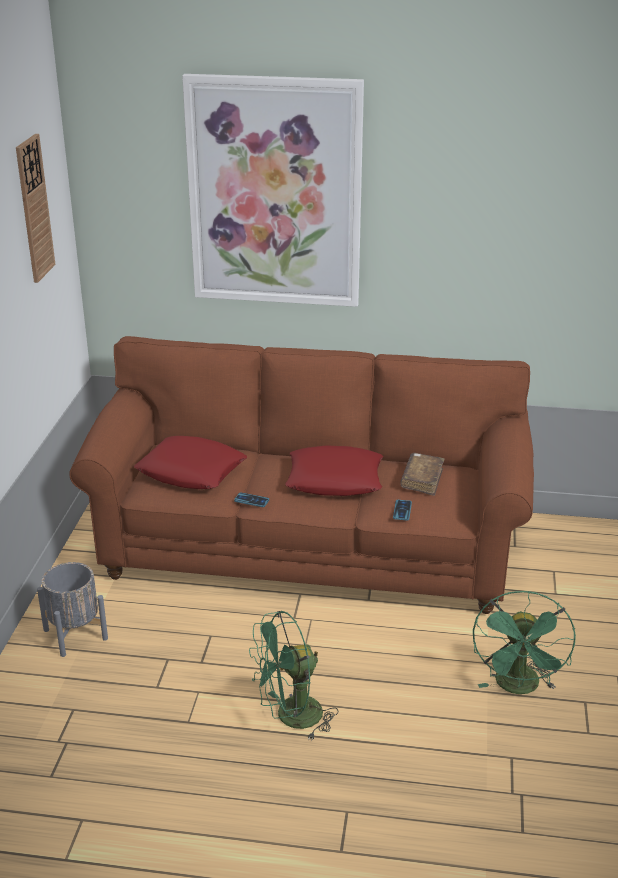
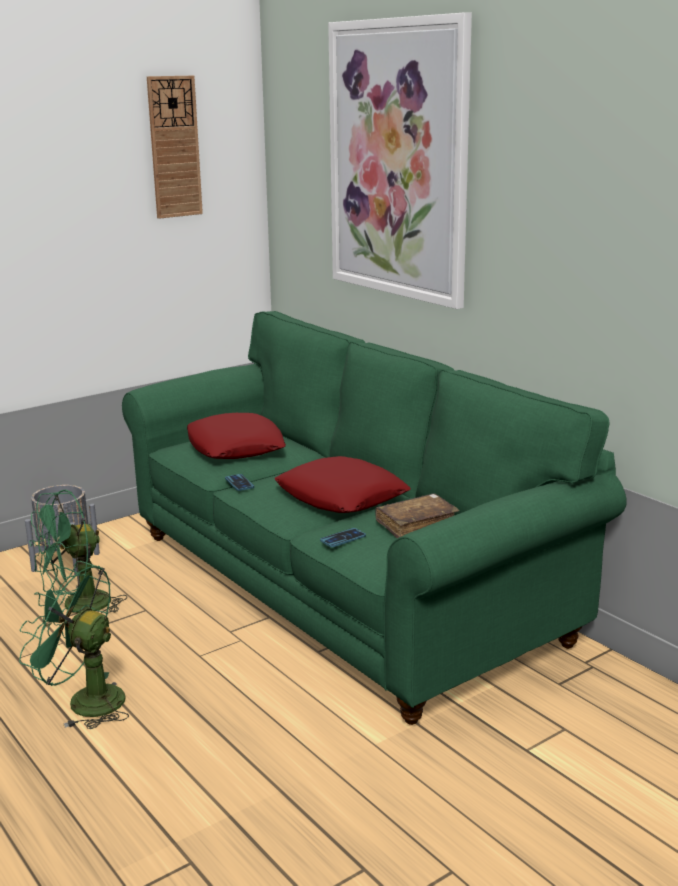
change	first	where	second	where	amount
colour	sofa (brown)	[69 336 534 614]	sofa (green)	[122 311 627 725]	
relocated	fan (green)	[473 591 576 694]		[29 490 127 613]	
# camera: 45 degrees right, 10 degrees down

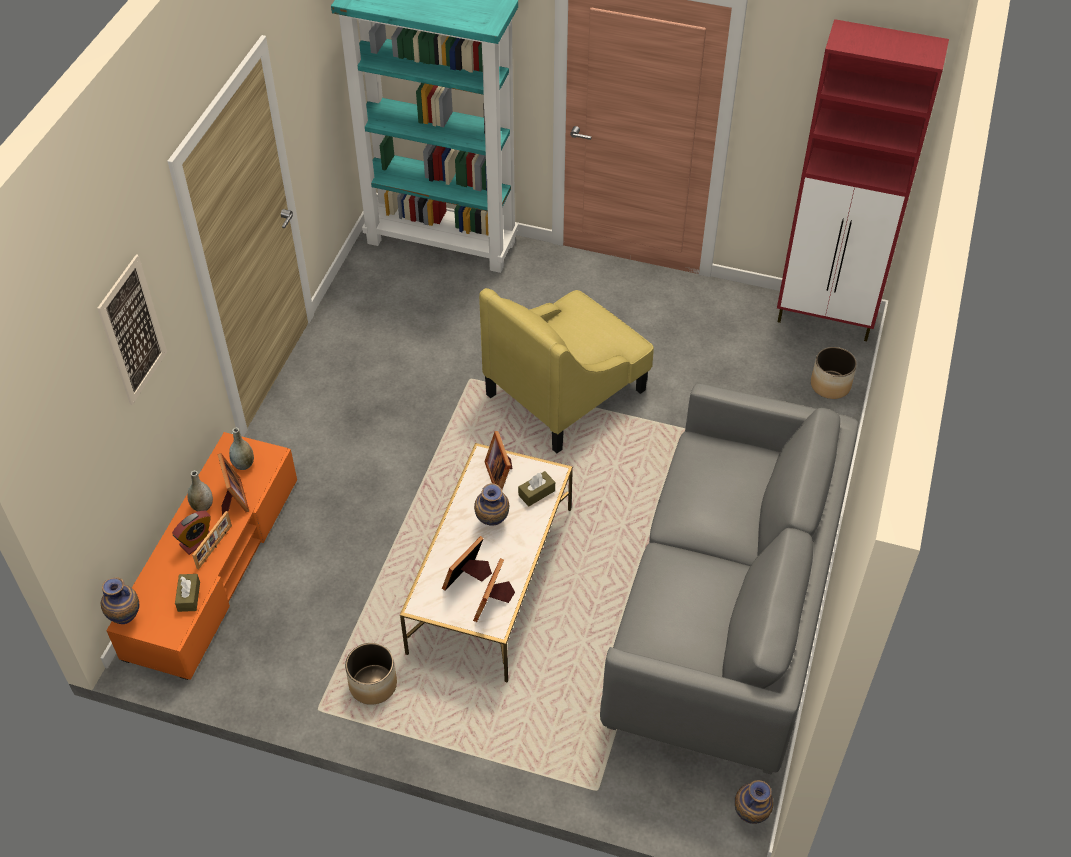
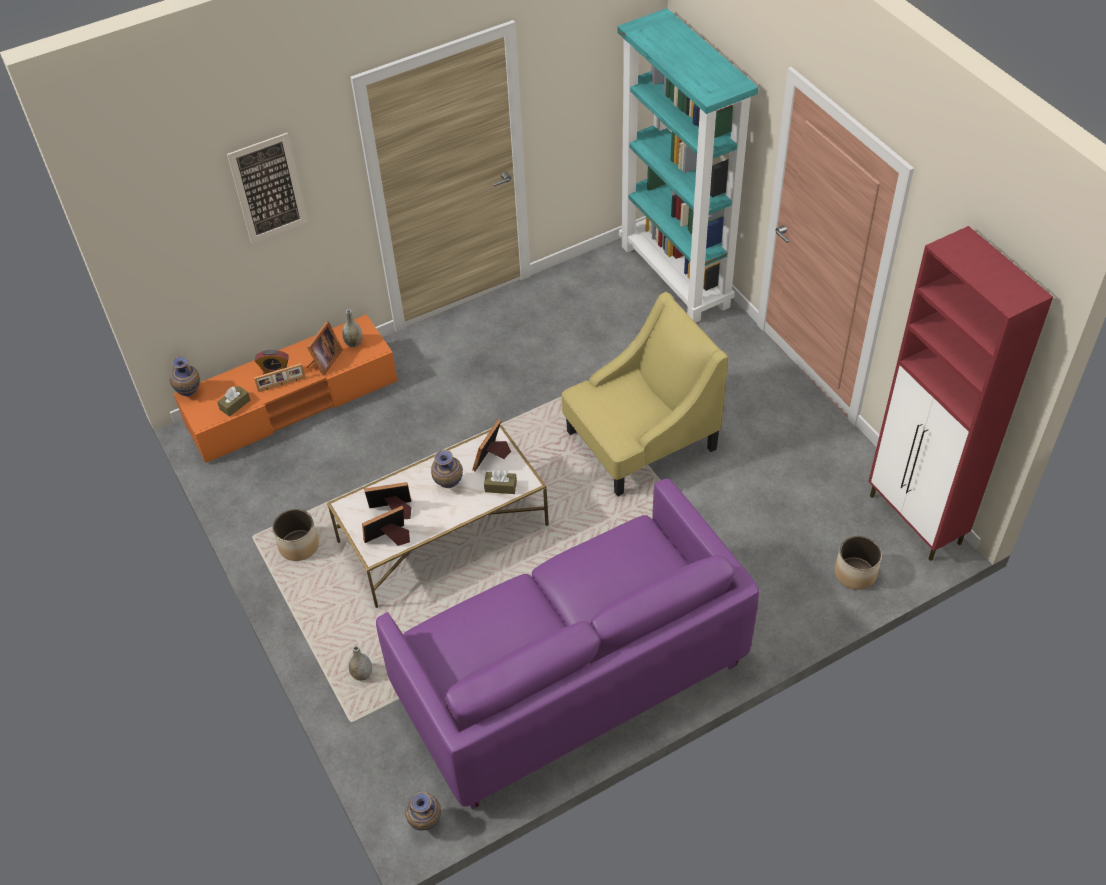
change	first	where	second	where	amount
spun	armchair (yellow)	[479 288 654 453]		[562 292 728 496]	150 degrees clockwise
colour	sofa (grey)	[600 383 858 774]	sofa (purple)	[376 478 759 810]	
relocated	vase (grey)	[188 470 213 512]		[349 645 372 681]	
# camera: 45 degrees right, 0 degrees up

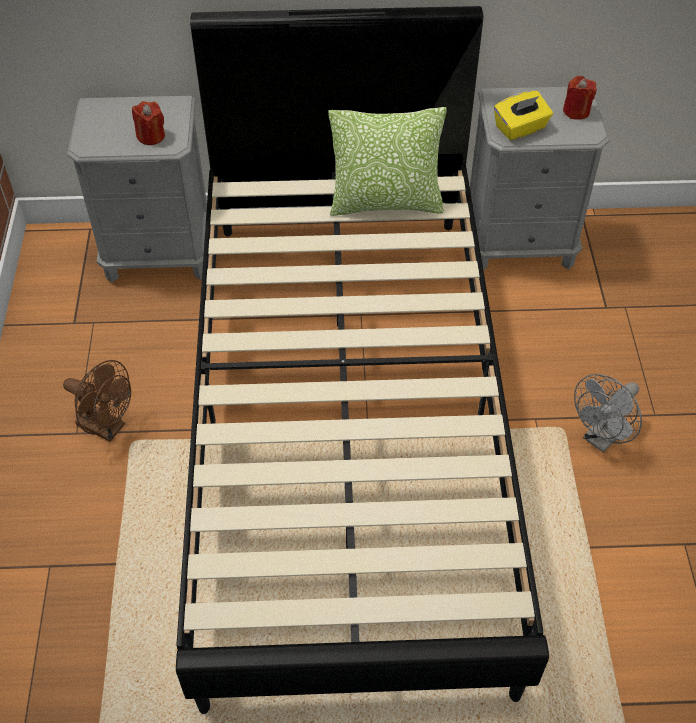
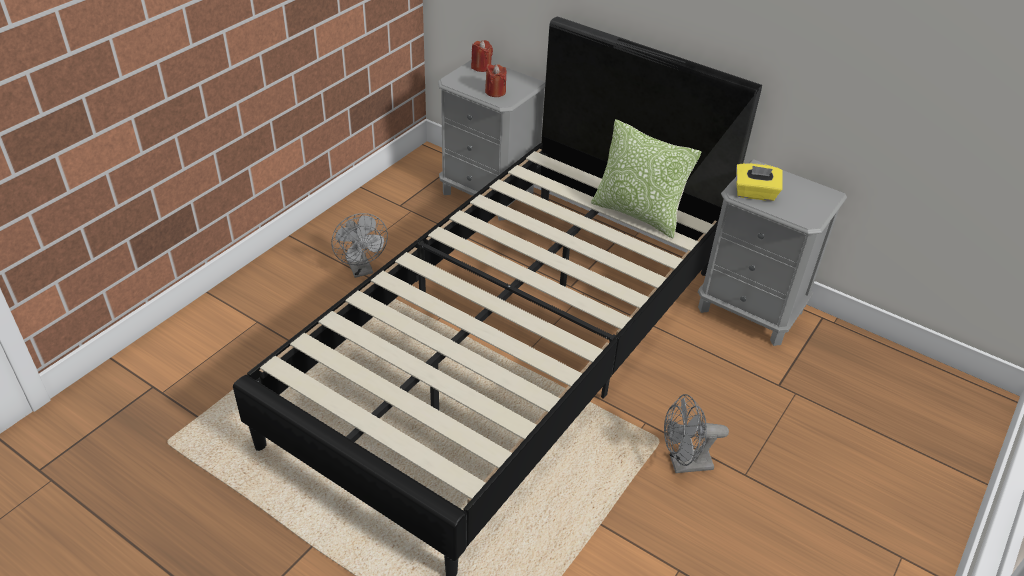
change	first	where	second	where	amount
relocated	candle (red)	[563 76 597 120]		[471 40 493 72]	
colour	fan (brown)	[63 360 131 442]	fan (grey)	[331 213 388 278]	
# camera: 35 degrees right, 10 degrees down

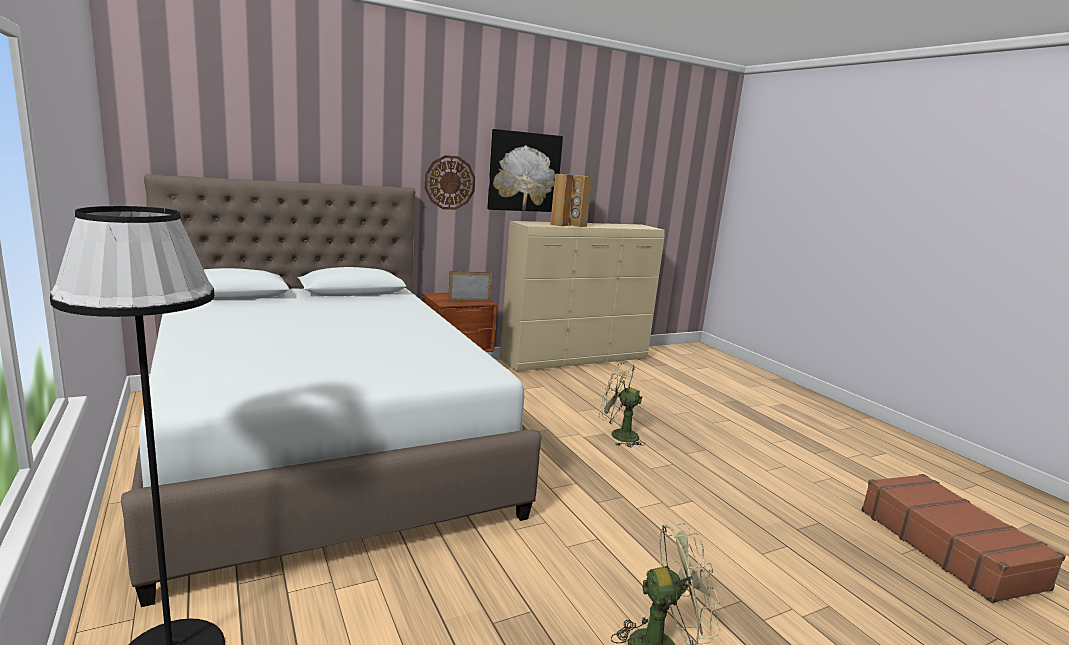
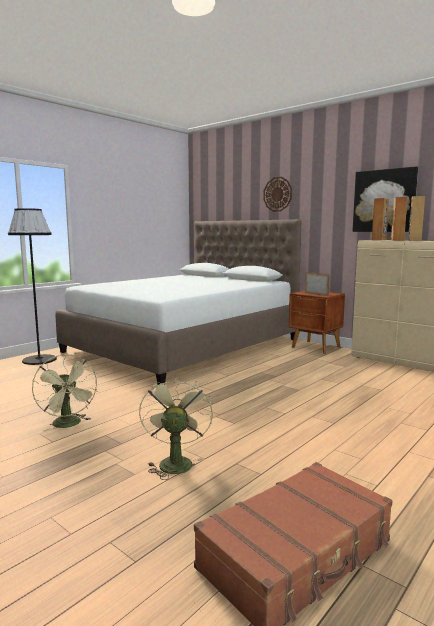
change	first	where	second	where	amount
relocated	wall clock	[425 155 475 210]		[263 177 292 212]	
relocated	fan (green)	[599 363 646 447]		[139 376 213 480]	
appeared			speaker (brown)	[372 198 389 241]	
# camera: 70 degrees right, 5 degrees down

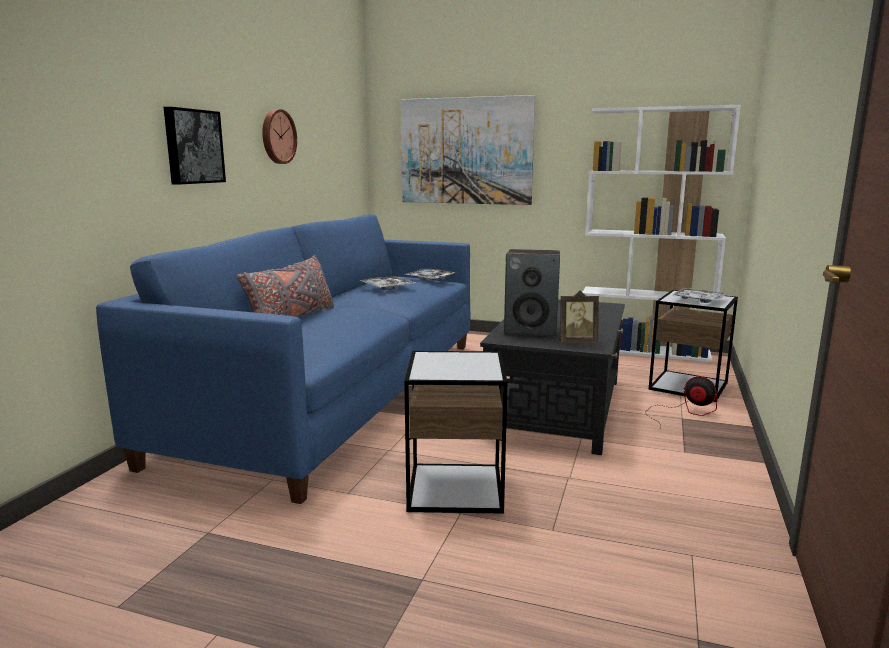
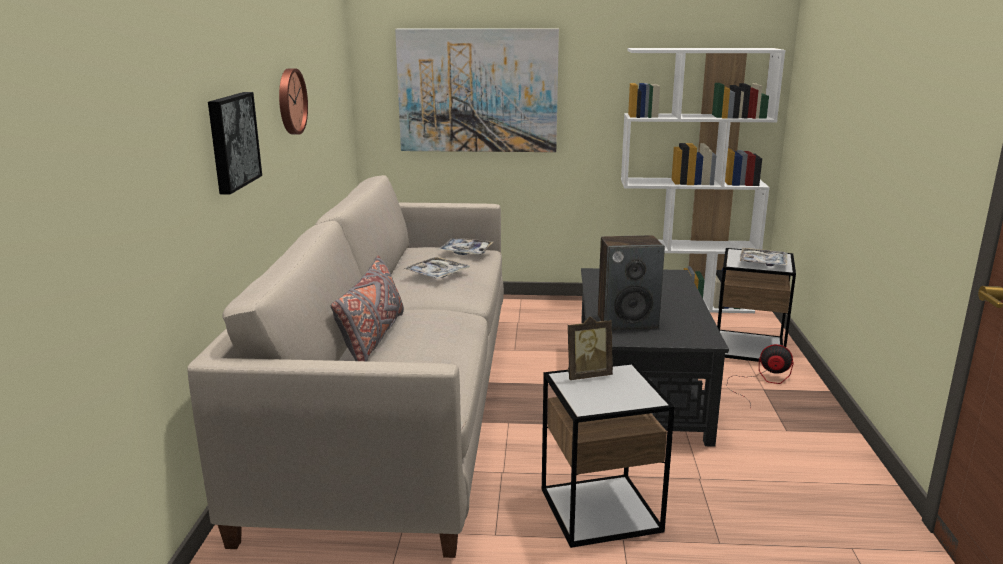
change	first	where	second	where	amount
colour	sofa (blue)	[96 214 470 504]	sofa (beige)	[187 175 504 558]	
relocated	picture frame	[560 291 599 343]		[567 316 613 380]	
# camera: 15 degrees left, 5 degrees up

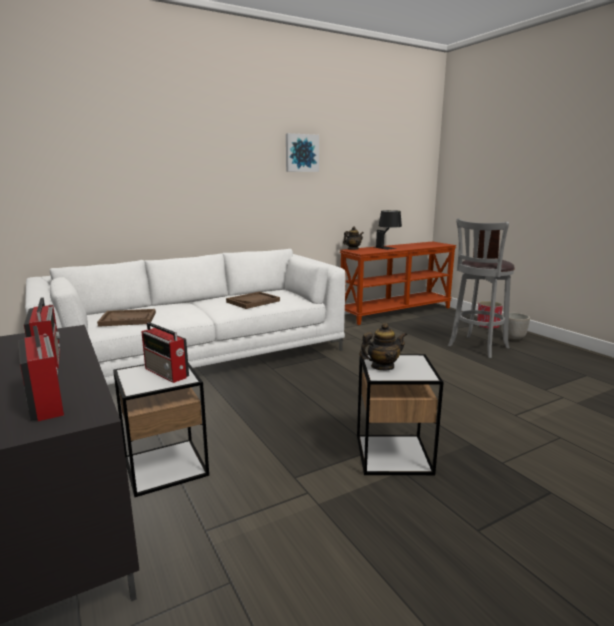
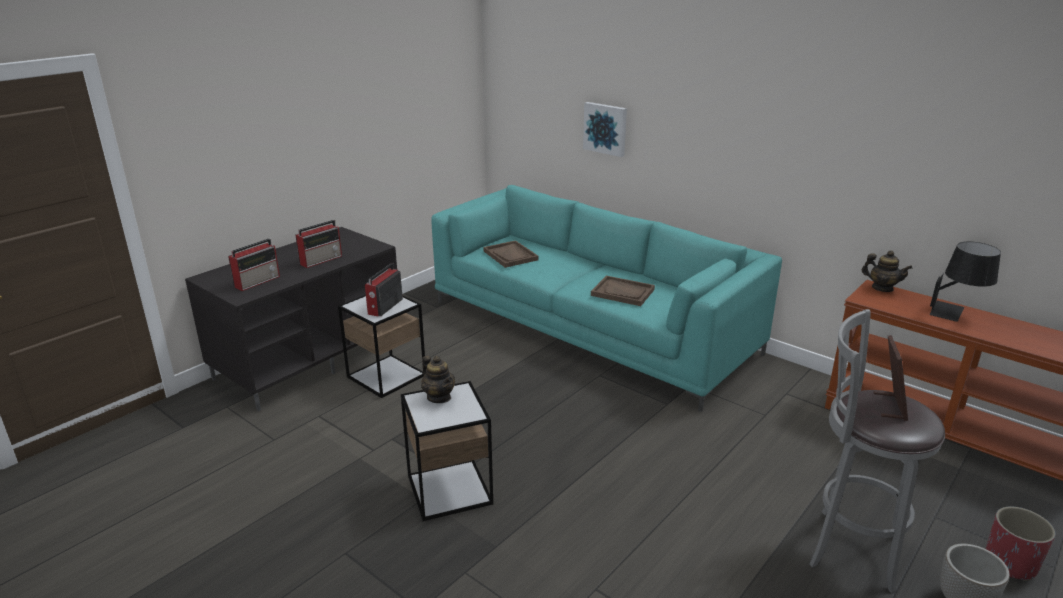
change	first	where	second	where	amount
relocated	picture	[286 133 319 172]		[583 102 627 157]	
colour	sofa (white)	[25 249 346 385]	sofa (turquoise)	[431 185 782 412]	
# camera: 70 degrees right, 10 degrees up

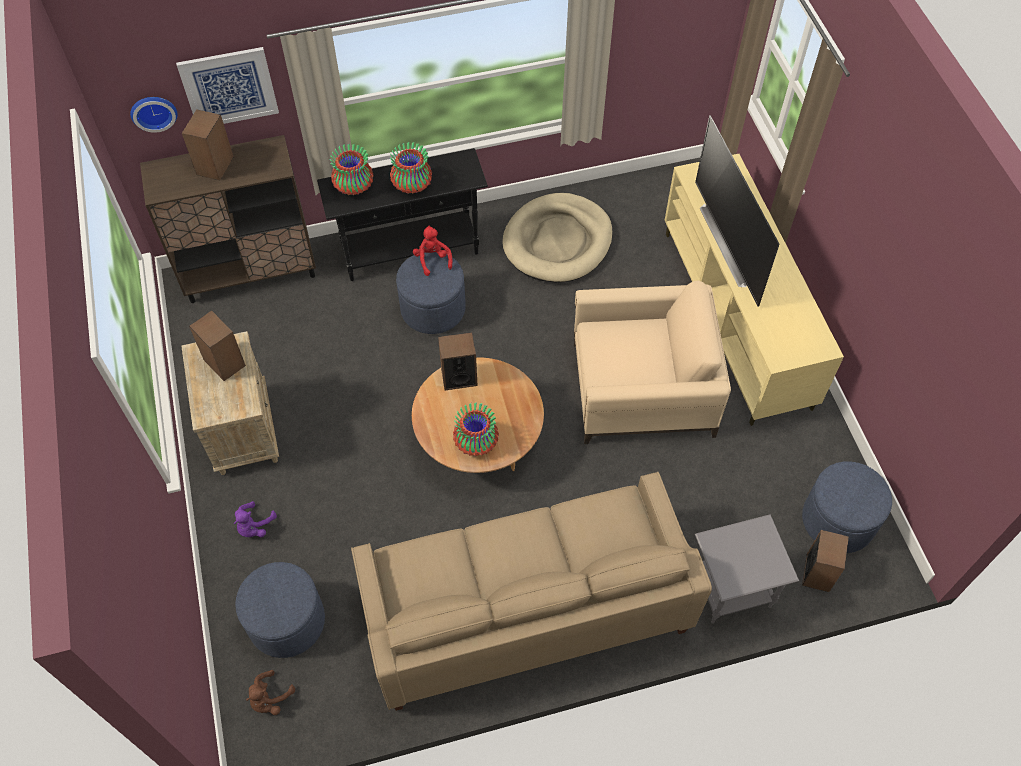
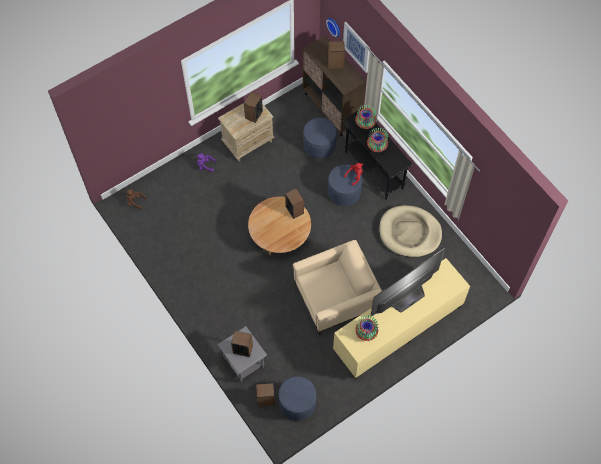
change	first	where	second	where	amount
spun	armchair (beige)	[574 281 731 444]		[293 240 382 335]	90 degrees counterclockwise
relocated	vase	[453 402 499 457]		[355 315 378 341]	
missing	sofa (beige)	[351 472 712 711]			
relocated	ottoman (blue)	[235 562 325 658]		[303 118 337 159]	
appeared			speaker	[231 331 253 357]	
# camera: 70 degrees right, 5 degrees up

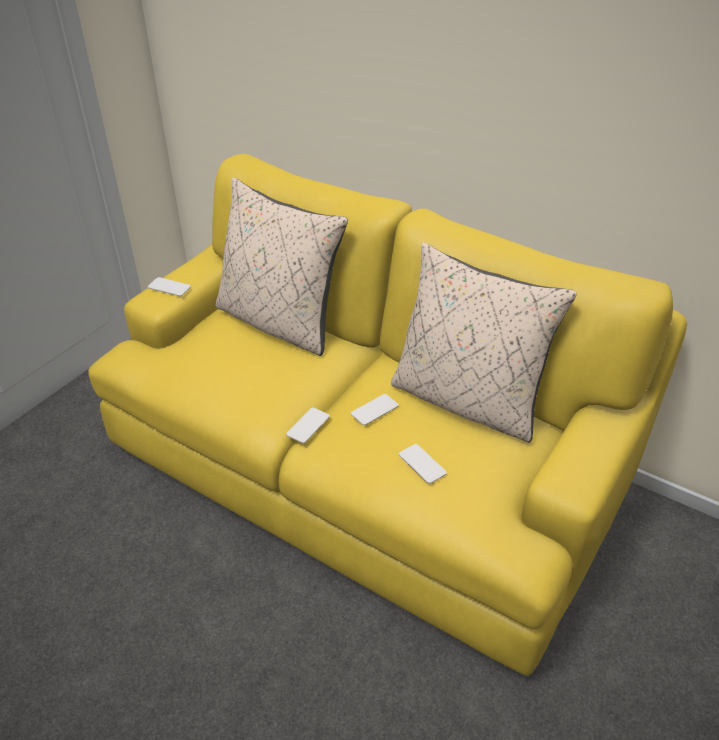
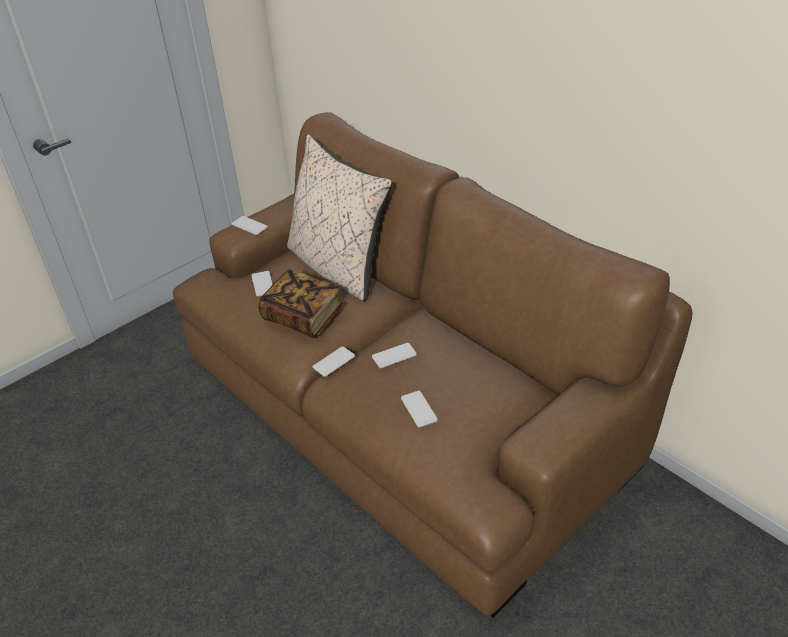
change	first	where	second	where	amount
colour	sofa (yellow)	[88 154 687 676]	sofa (brown)	[173 112 693 617]	
missing	pillow (beige)	[391 242 577 443]			
appeared			book	[258 269 343 338]	
appeared			phone	[252 271 273 296]	
# camera: 15 degrees right, 0 degrees up

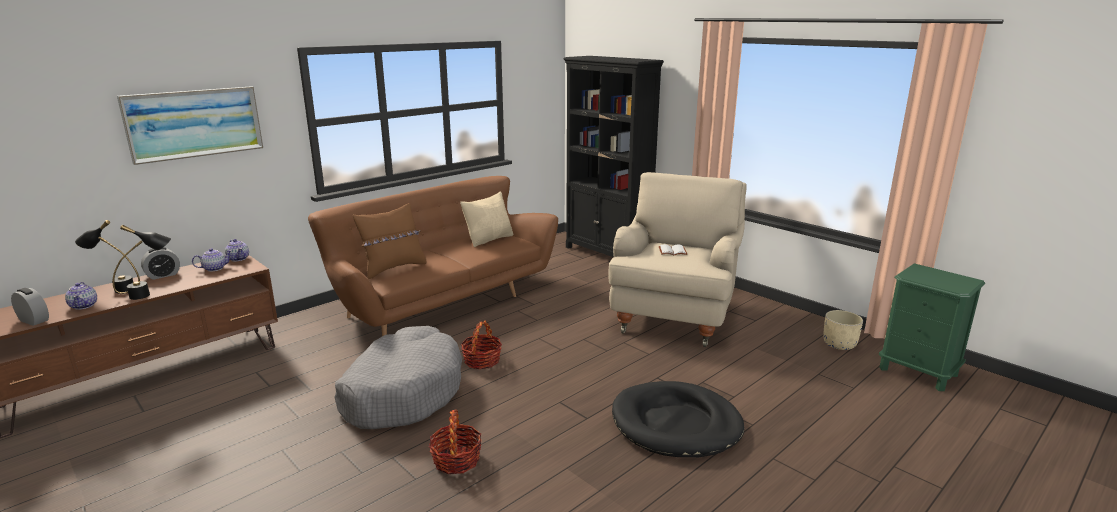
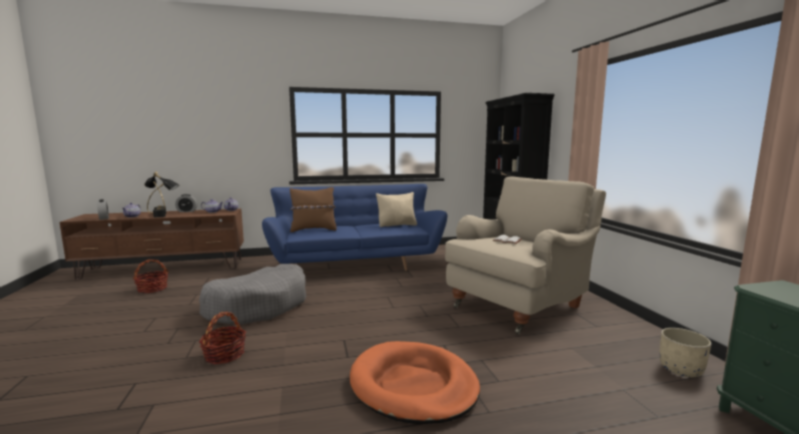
change	first	where	second	where	amount
missing	picture	[117 86 263 165]			
colour	sofa (brown)	[308 176 558 336]	sofa (blue)	[262 184 447 271]	
relocated	basket	[461 320 502 369]		[133 259 169 293]	
colour	dog bed (black)	[612 381 744 457]	dog bed (orange)	[350 341 480 424]	
# camera: 30 degrees right, 10 degrees down

